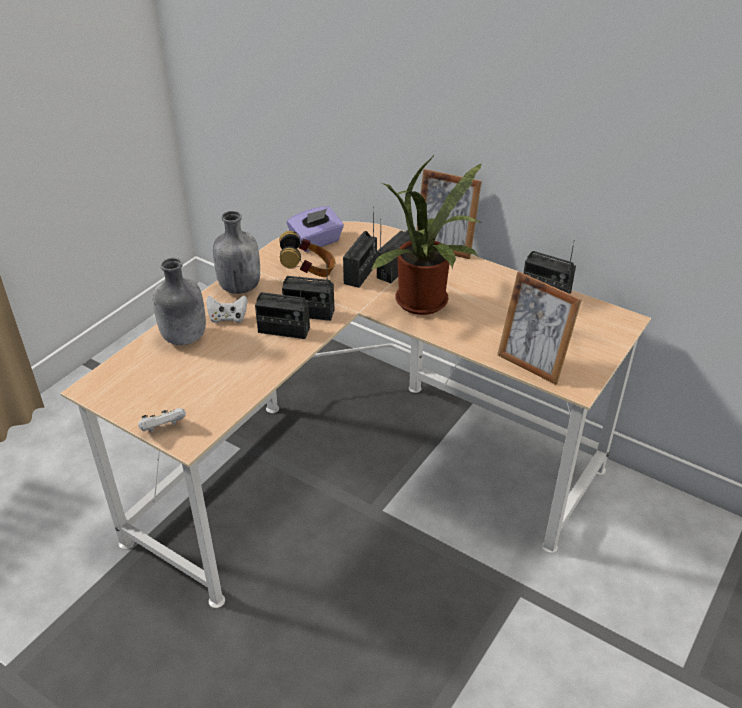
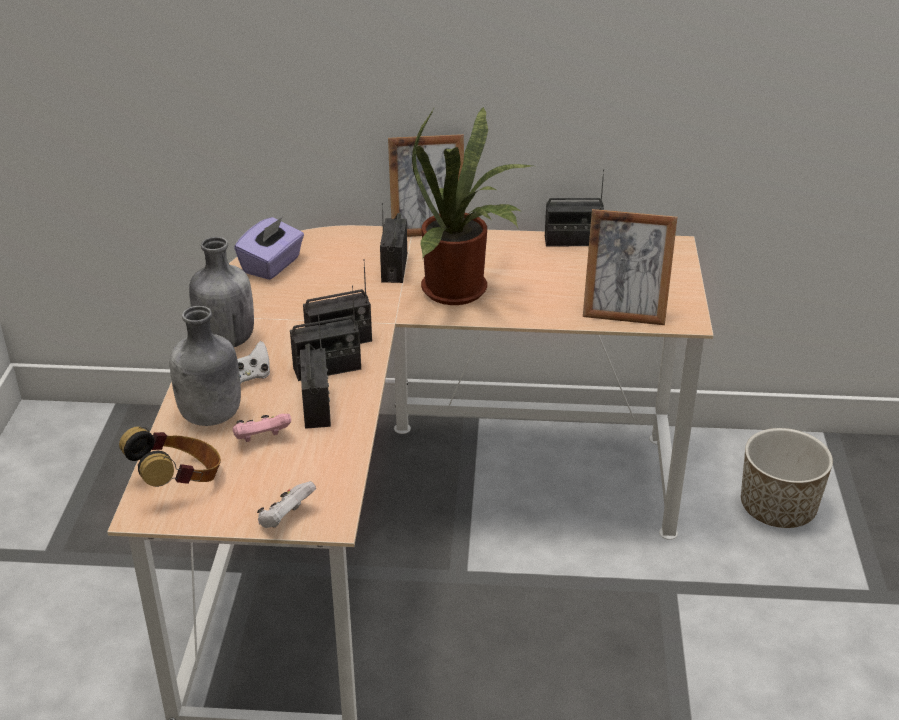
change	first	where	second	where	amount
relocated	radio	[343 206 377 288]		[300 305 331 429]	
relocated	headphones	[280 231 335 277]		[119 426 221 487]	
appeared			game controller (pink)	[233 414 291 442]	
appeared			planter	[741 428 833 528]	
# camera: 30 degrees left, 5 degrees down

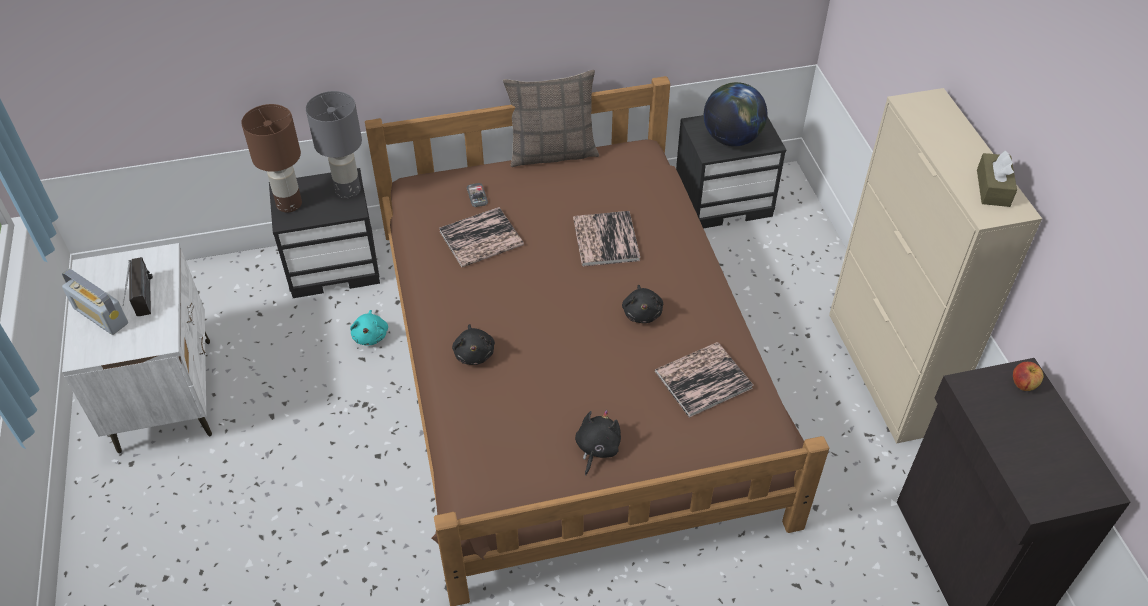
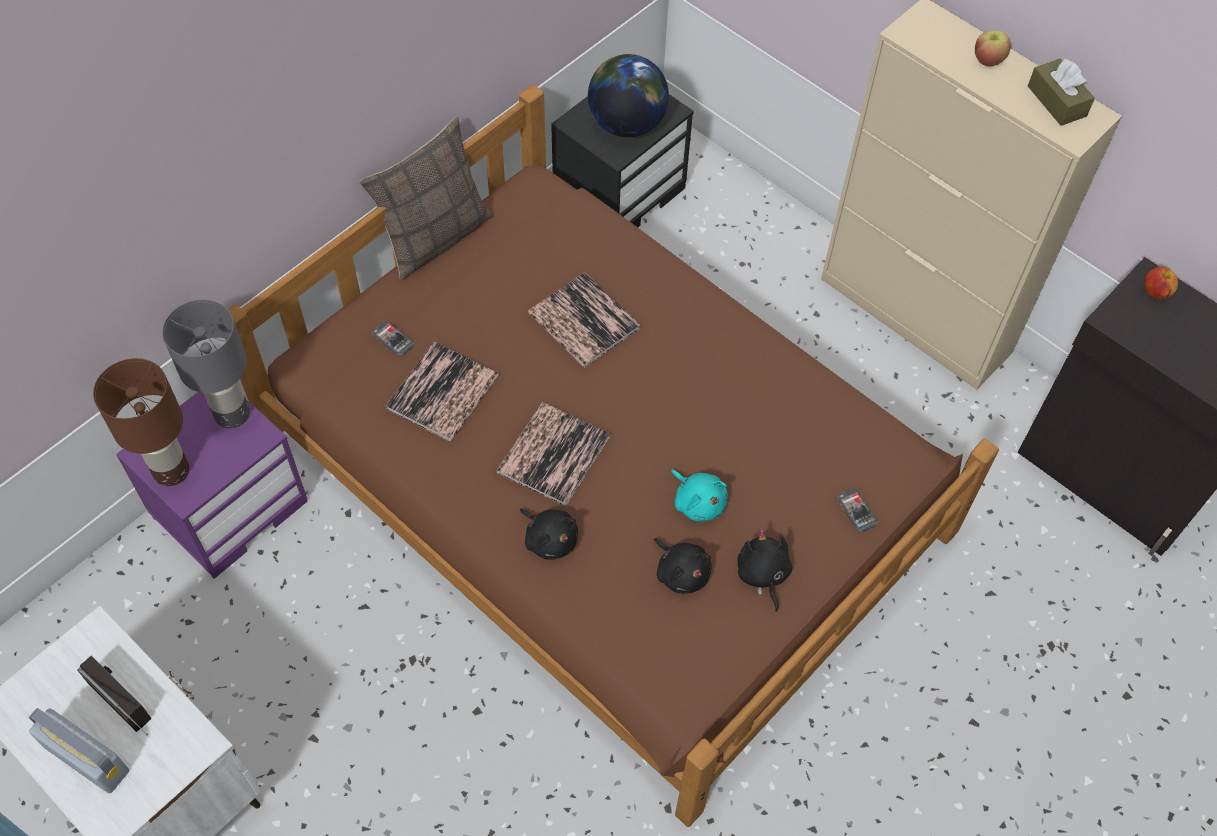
change	first	where	second	where	amount
colour	nightstand (black)	[269 168 380 298]	nightstand (purple)	[116 392 308 579]	
spun	radio	[62 269 128 335]		[29 708 129 793]	150 degrees counterclockwise
relocated	plush toy (black)	[622 285 663 323]		[654 538 712 594]	
relocated	plush toy (turquoise)	[350 310 388 345]		[671 469 728 522]	
relocated	book	[655 342 753 418]		[496 402 610 507]	
appeared			apple	[975 31 1010 66]	
appeared			phone	[837 489 878 532]	
# camera: 35 degrees left, 10 degrees up

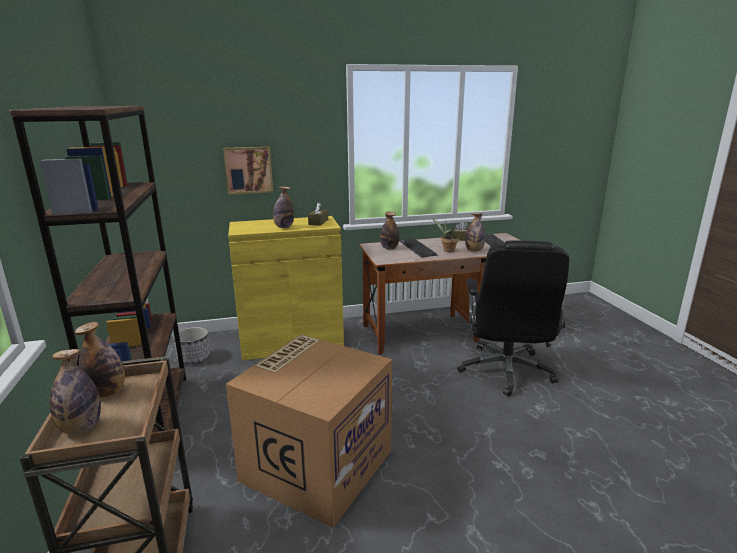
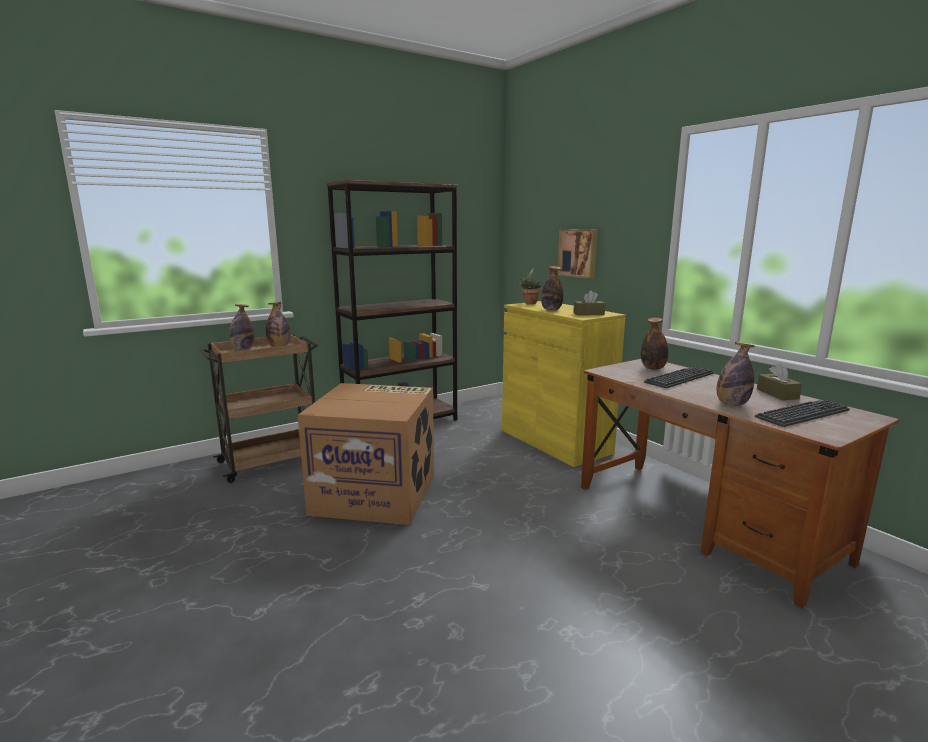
change	first	where	second	where	amount
relocated	potted plant	[432 218 459 252]		[519 269 542 304]	
missing	office chair (black)	[457 240 569 397]			
missing	planter	[173 327 210 365]			
# camera: 70 degrees right, 5 degrees down

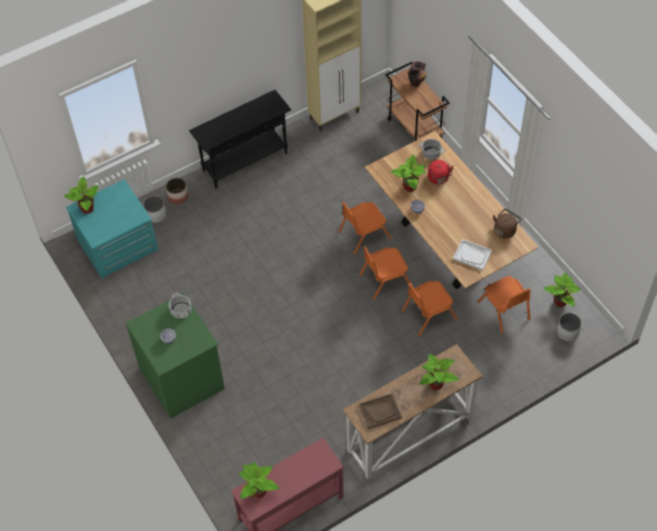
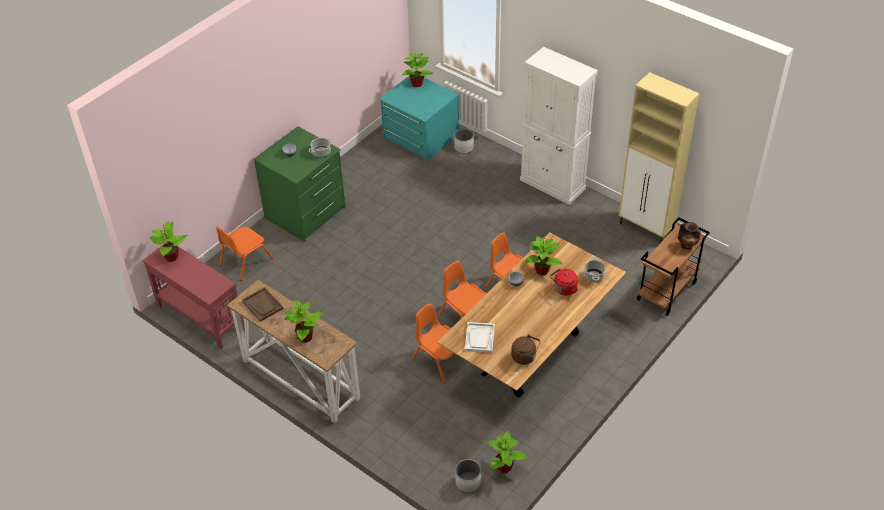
change	first	where	second	where	amount
exchanged	console table (black)	[189 90 292 189]	cabinet (white)	[520 47 598 205]	
missing	planter	[166 178 188 204]			
relocated	chair (orange)	[477 276 531 334]		[216 226 274 281]	
# camera: 70 degrees right, 10 degrees down

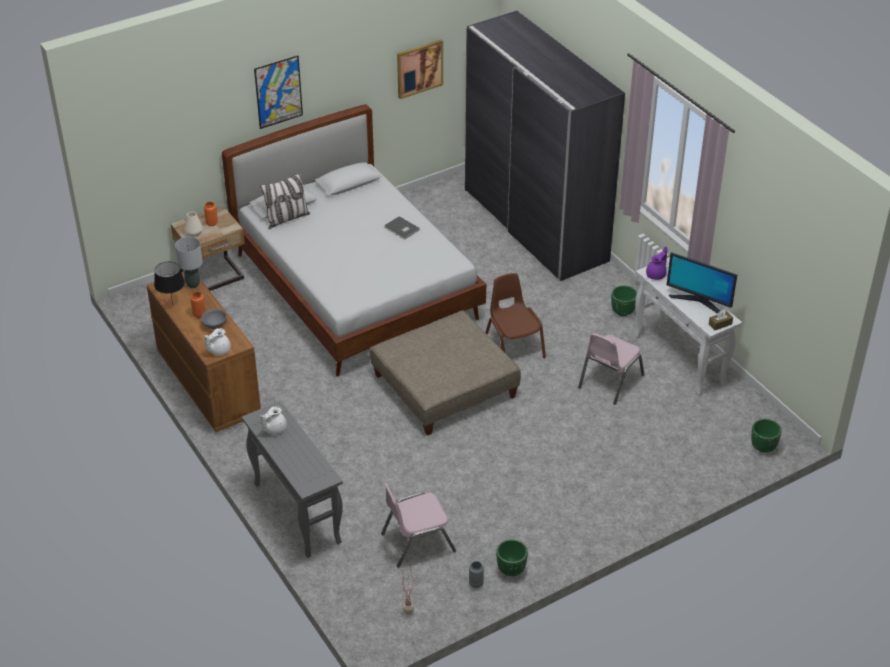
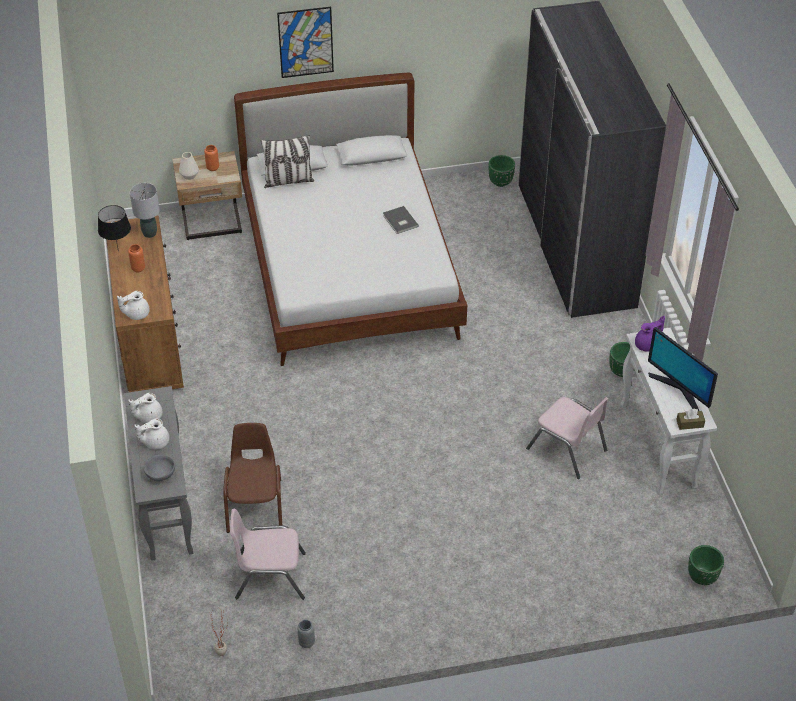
change	first	where	second	where	amount
missing	picture	[397 40 443 99]			
relocated	chair (brown)	[485 273 546 358]		[223 423 283 533]	
relocated	bowl (grey)	[201 309 227 329]		[144 455 175 481]	
missing	ottoman (beige)	[370 310 521 436]			
spun	chair (pink)	[578 333 645 405]		[526 397 608 479]	105 degrees counterclockwise
relocated	planter (green)	[496 539 528 576]		[488 155 515 187]	
appeared			teapot (white)	[134 418 169 449]	
# camera: 20 degrees right, 5 degrees up

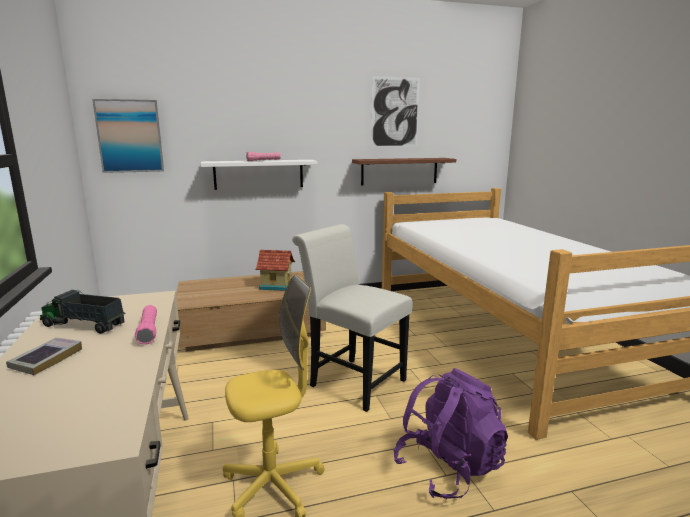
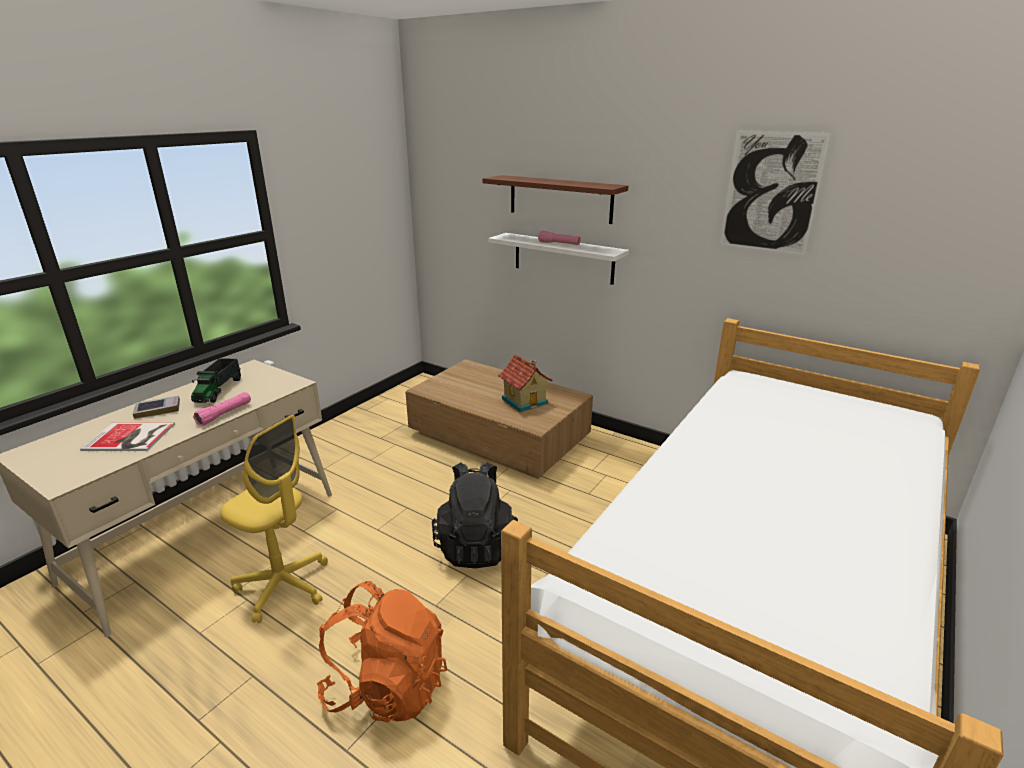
change	first	where	second	where	amount
missing	picture	[92 99 164 173]			
relocated	shelf (brown)	[352 158 456 185]		[483 175 628 224]	
exchanged	chair (white)	[292 224 413 412]	backpack (black)	[432 462 518 568]	
spun	toy truck	[40 290 126 334]		[191 358 241 403]	150 degrees counterclockwise
colour	backpack (purple)	[394 368 508 499]	backpack (orange)	[317 581 447 723]	
appeared			book	[80 422 175 451]	
# camera: 50 degrees right, 10 degrees up

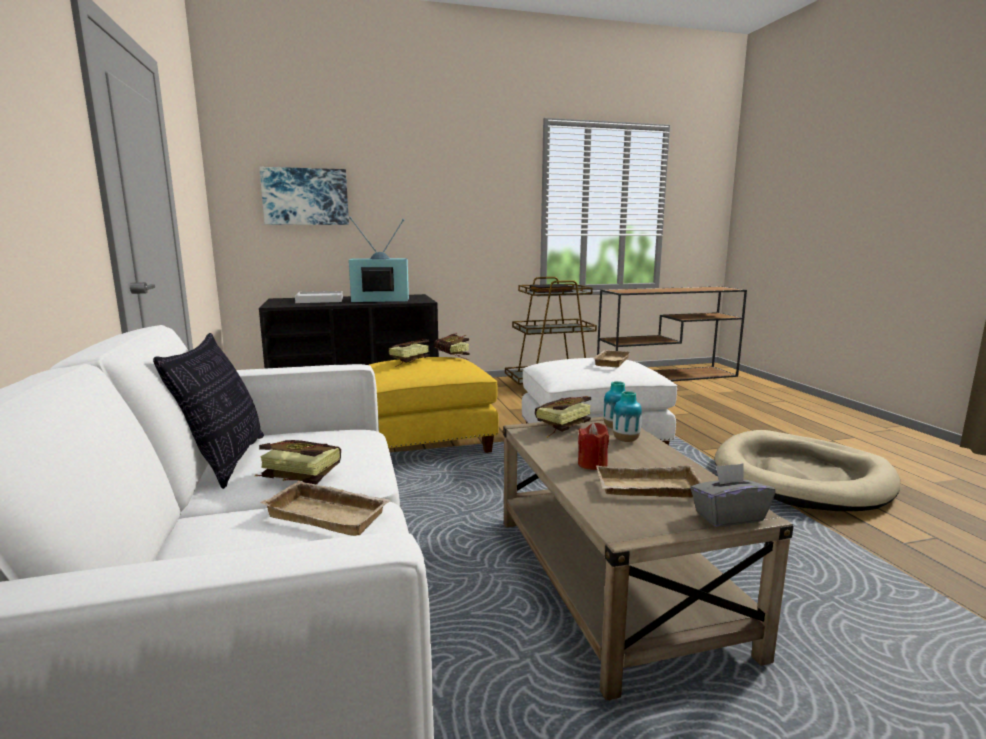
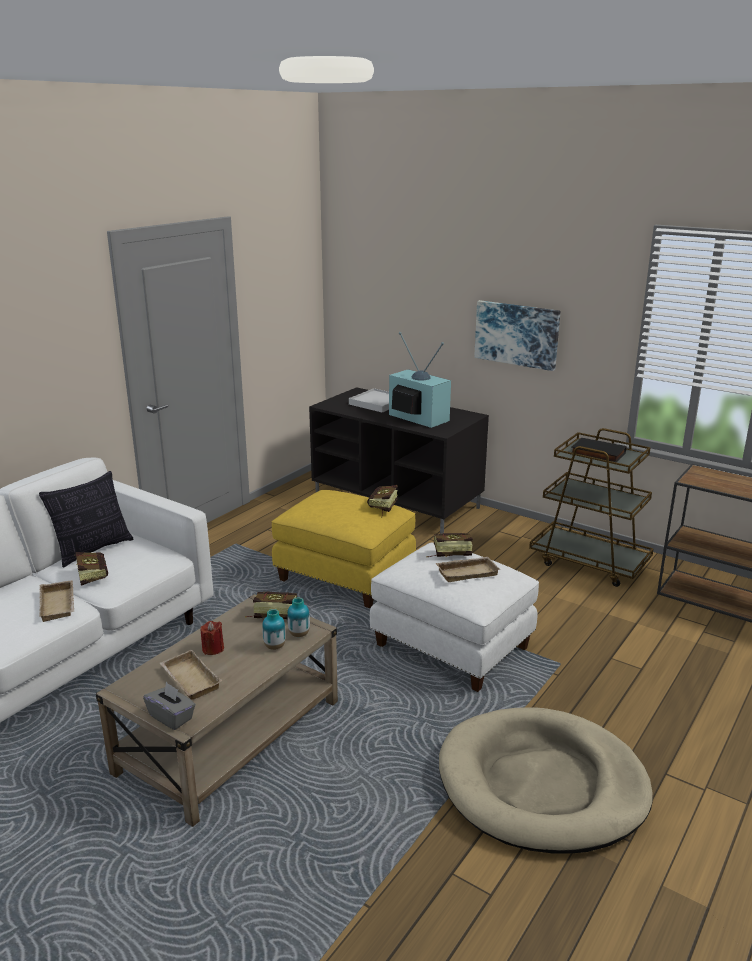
change	first	where	second	where	amount
relocated	picture	[259 167 349 225]		[474 300 560 371]	
relocated	book	[388 338 430 367]		[427 533 473 557]	
# camera: 50 degrees right, 10 degrees up

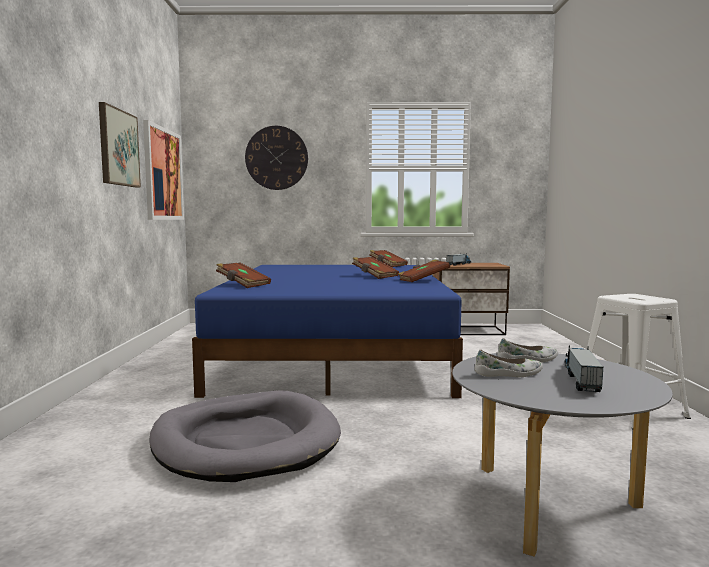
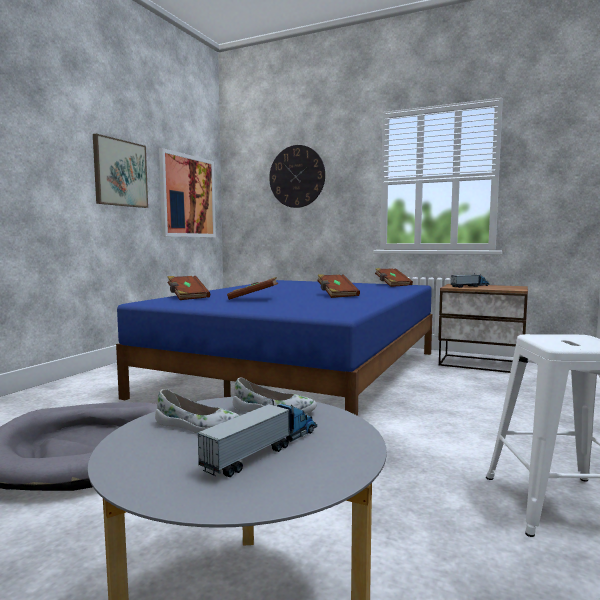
change	first	where	second	where	amount
relocated	book (brown)	[398 260 450 282]		[227 277 278 300]	
# camera: 25 degrees right, 0 degrees up

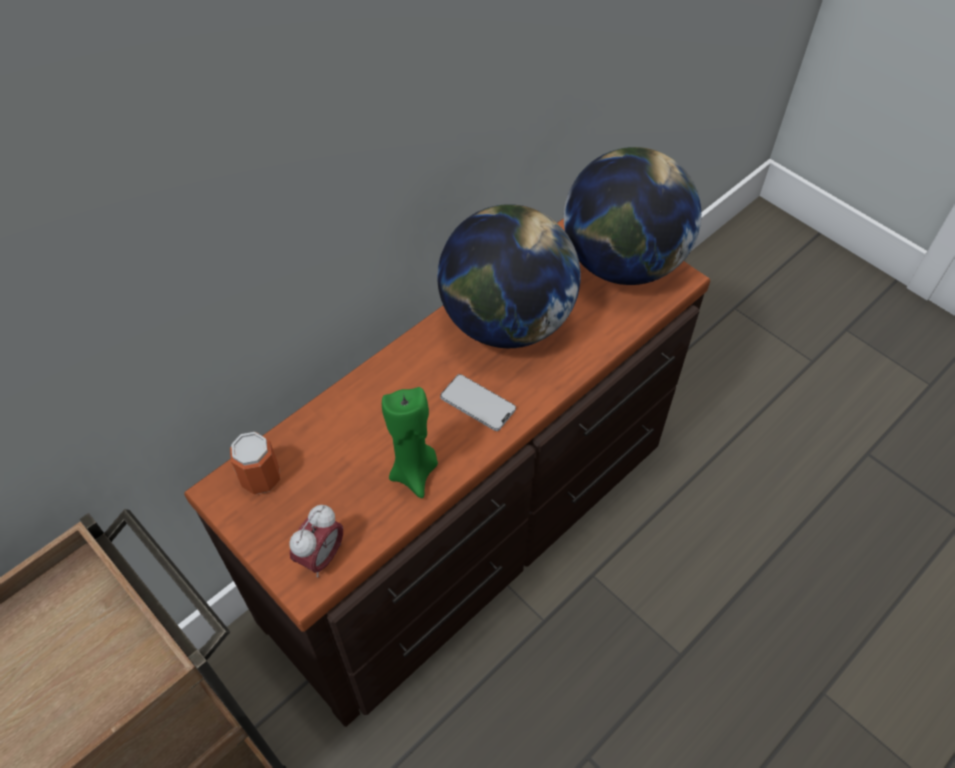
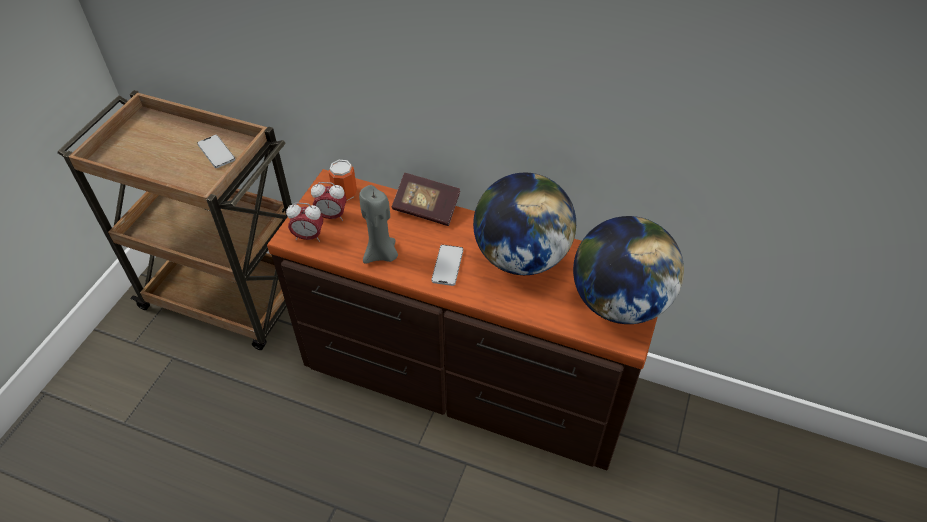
change	first	where	second	where	amount
colour	candle (green)	[382 387 438 498]	candle (grey)	[359 185 398 264]	
appeared			phone	[197 135 235 168]	
appeared			book	[392 173 460 226]	
appeared			alarm clock	[311 182 347 221]	
# camera: 65 degrees right, 5 degrees down

